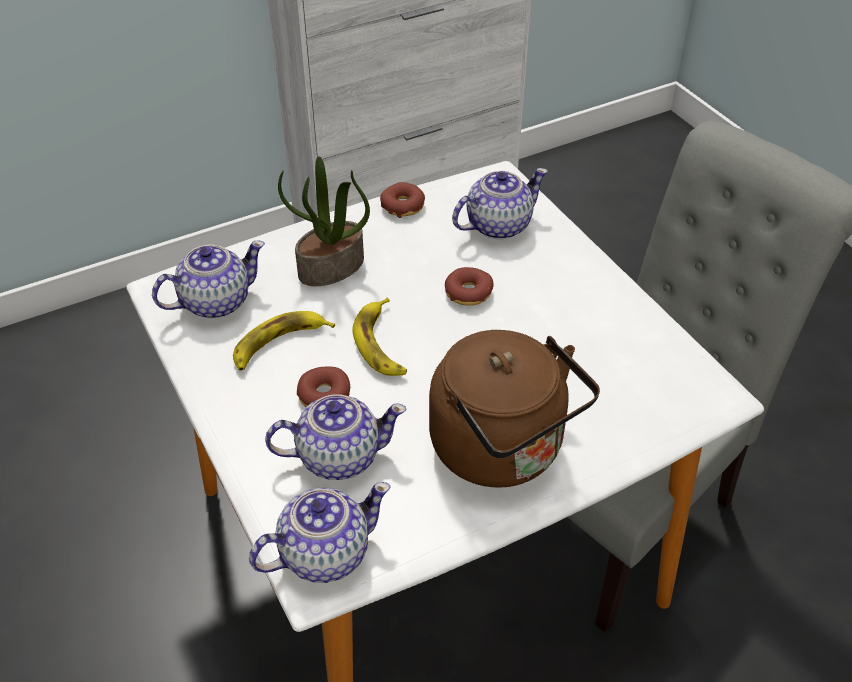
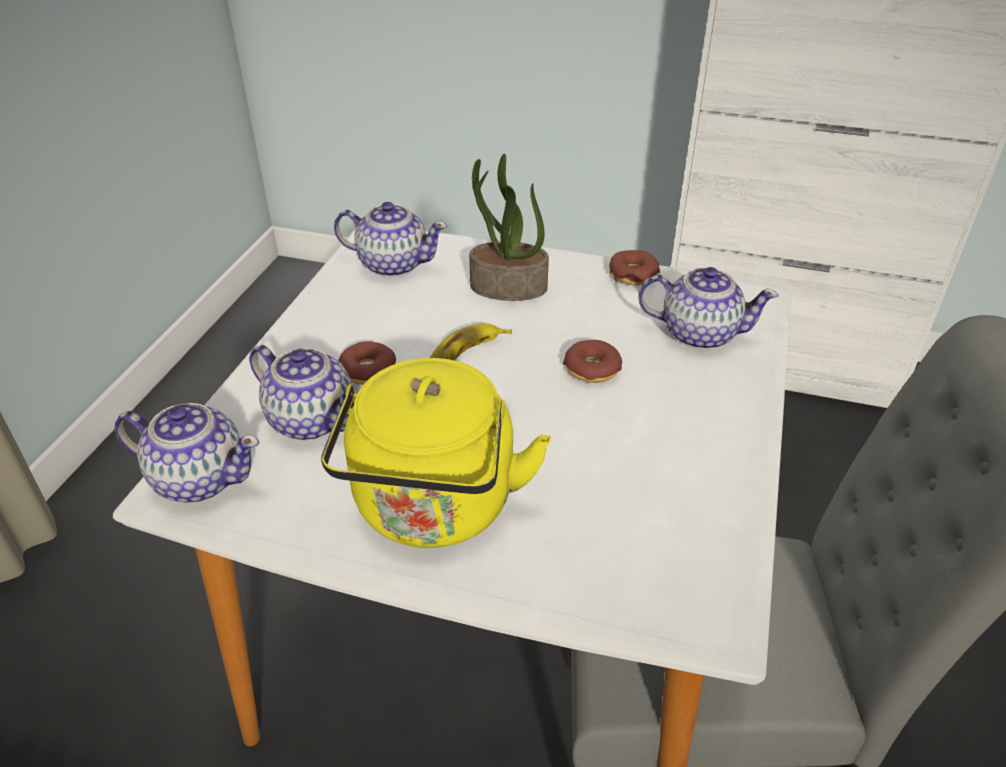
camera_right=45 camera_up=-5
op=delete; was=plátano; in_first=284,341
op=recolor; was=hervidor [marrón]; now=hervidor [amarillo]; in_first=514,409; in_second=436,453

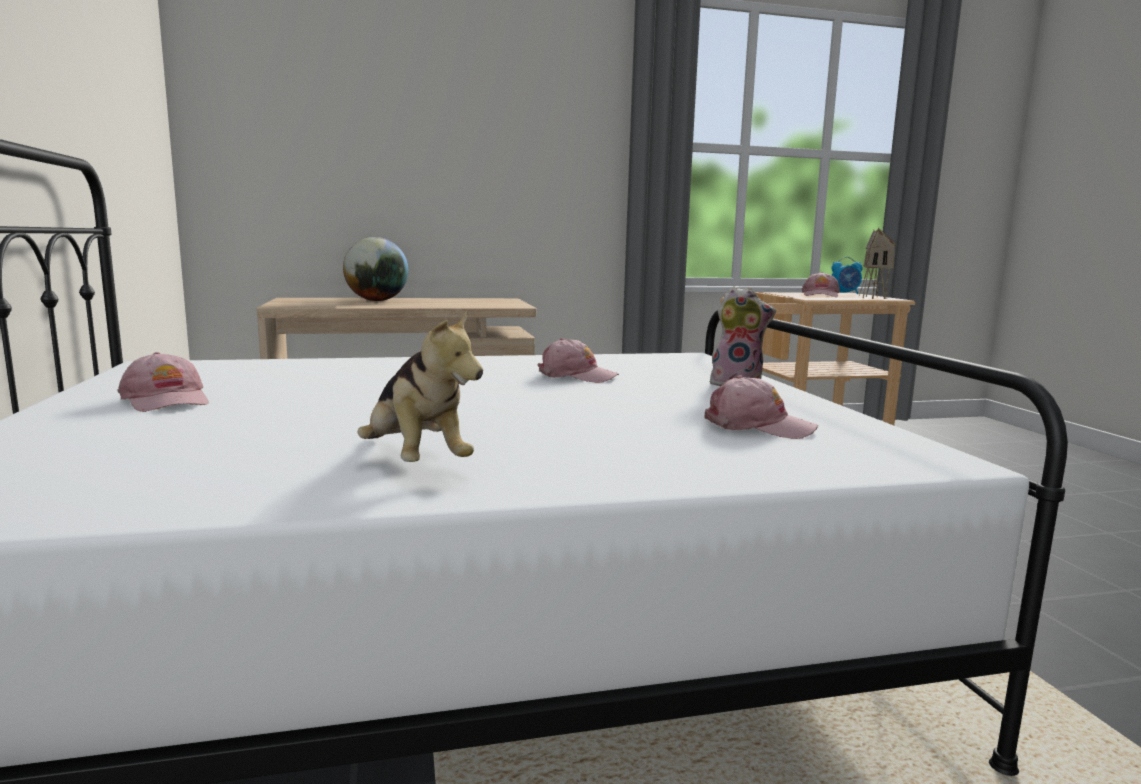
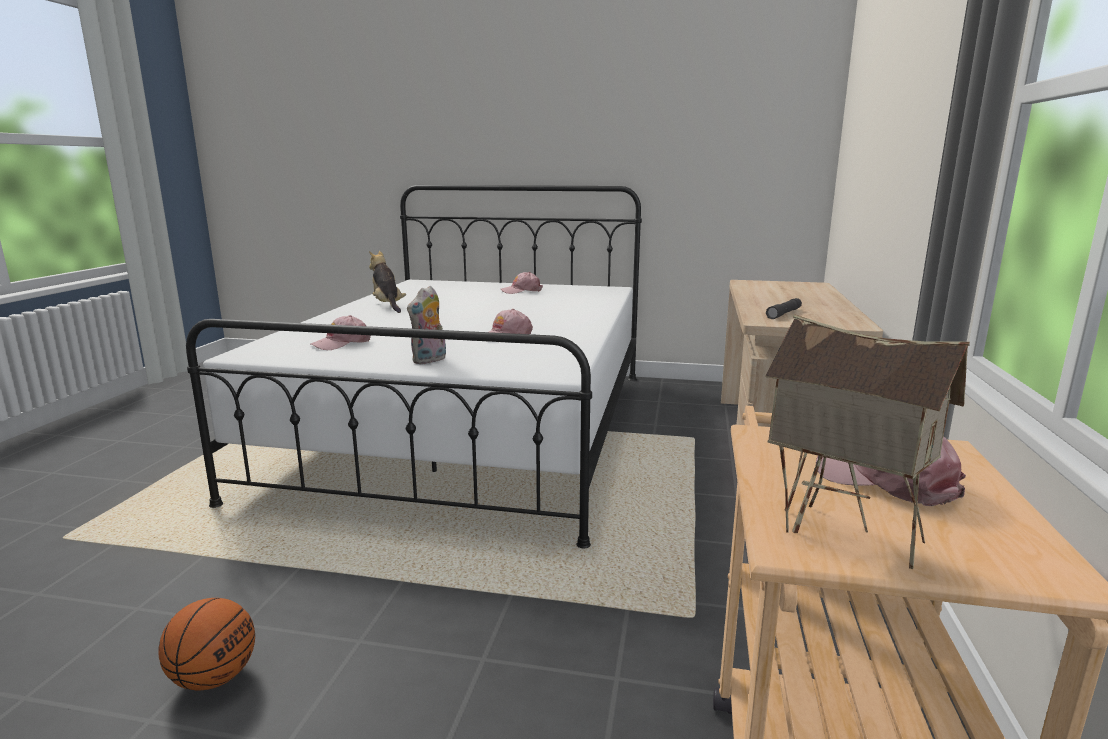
camera_right=115 camera_up=5
op=delete; was=globo terráqueo; in_first=375,269
op=delete; was=despertador; in_first=847,275
op=insert; now=balón de baloncesto; in_second=206,644
op=insert; now=linterna [gris]; in_second=784,308
op=rotate; was=peluche; in_first=420,386; in_second=387,282; clockwise=75

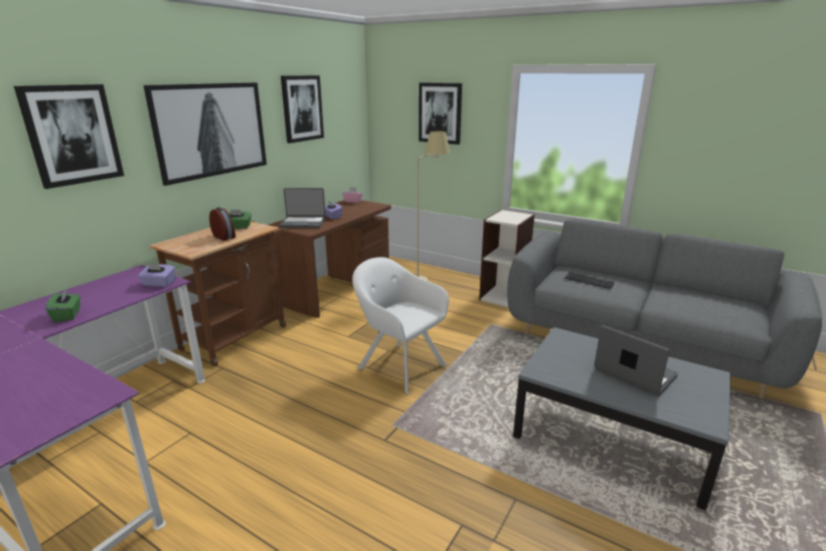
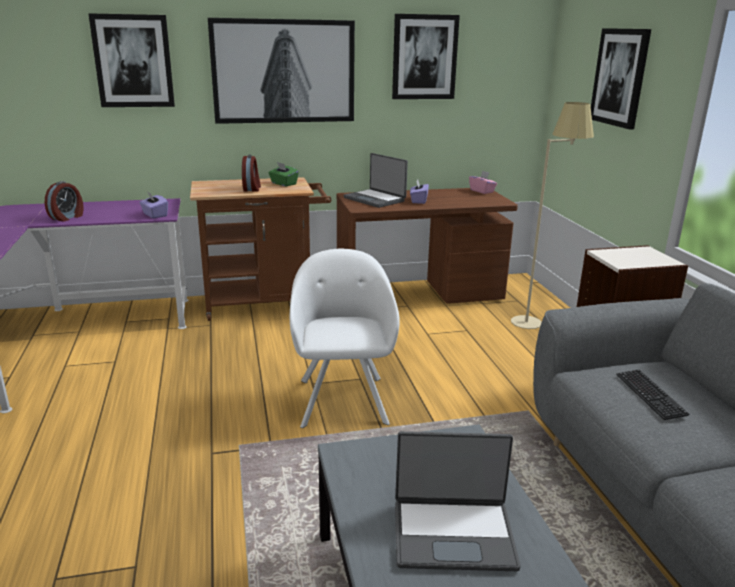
camera_right=45 camera_up=0
op=replace; was=caja de pañuelos [verde]; now=despertador; in_first=63,305; in_second=64,201
op=rotate; was=portátil; in_first=636,360; in_second=458,501; clockwise=90

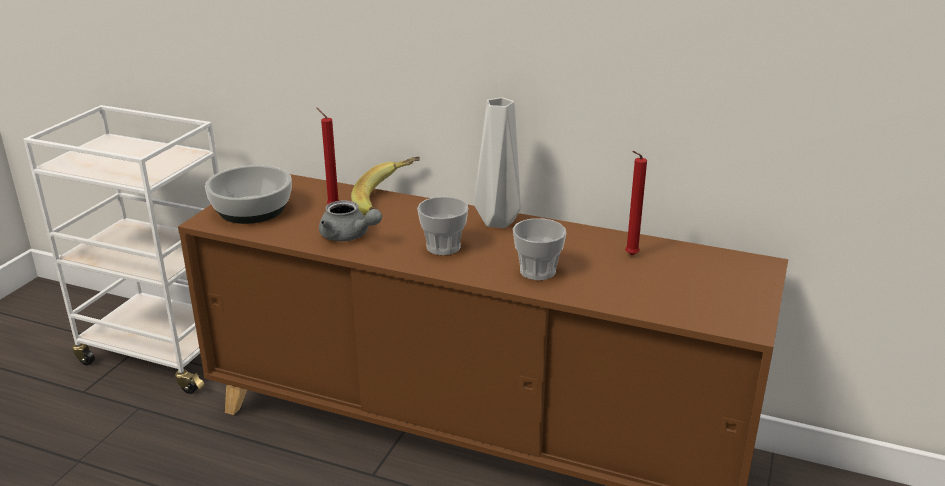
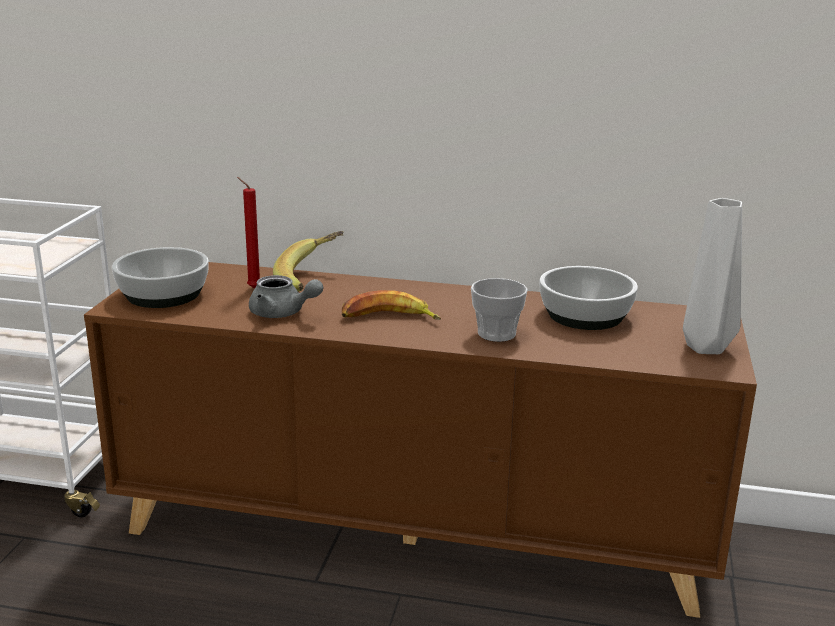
camera_right=-10 camera_up=-5
op=move; was=florero [gris]; in_first=497,163; in_second=712,276
op=replace; was=taza; now=plátano; in_first=443,226; in_second=391,305
op=replace; was=vela [rojo]; now=cuenco; in_first=636,203; in_second=588,298

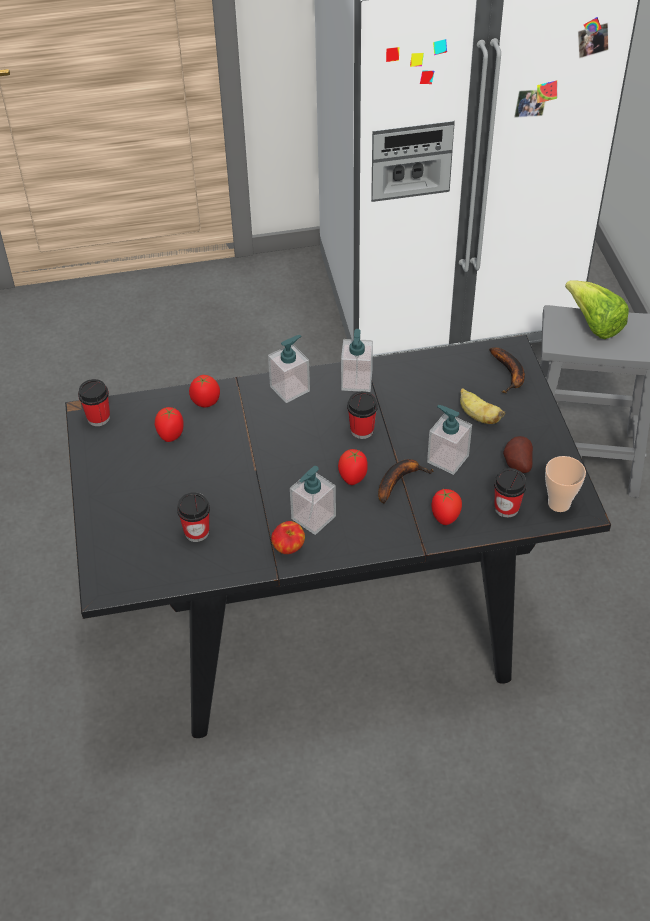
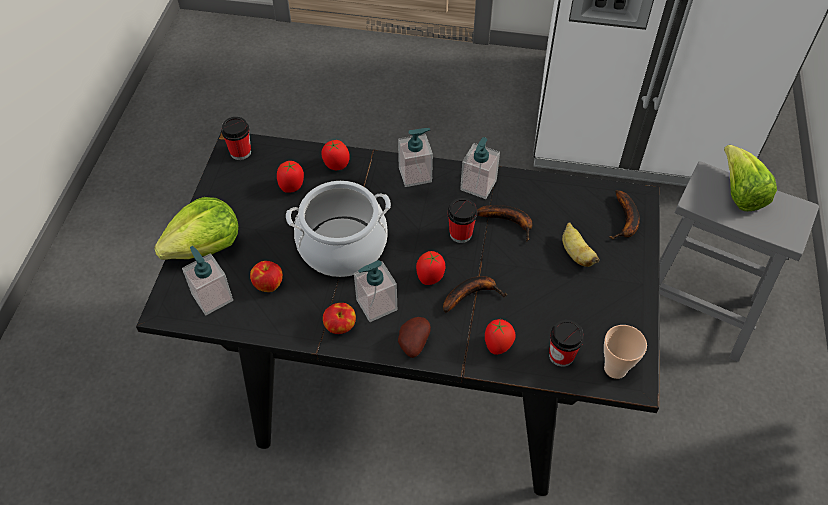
camera_right=20 camera_up=5
op=insert; now=lechuga; in_second=196,228
op=insert; now=olla; in_second=338,229
op=insert; now=plátano; in_second=505,223
op=move; was=dispensador de jabón; in_first=449,440; in_second=207,280
op=move; was=patata; in_first=518,454; in_second=414,337
op=replace; was=taza; now=manzana; in_first=193,517; in_second=266,276

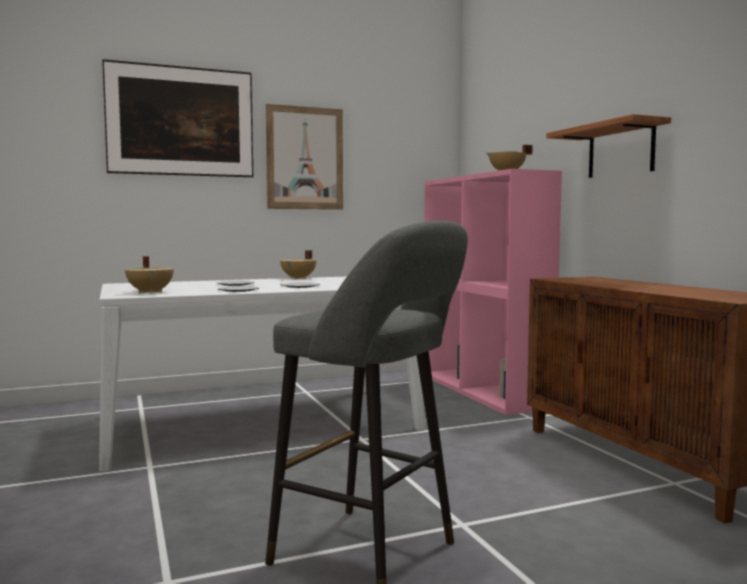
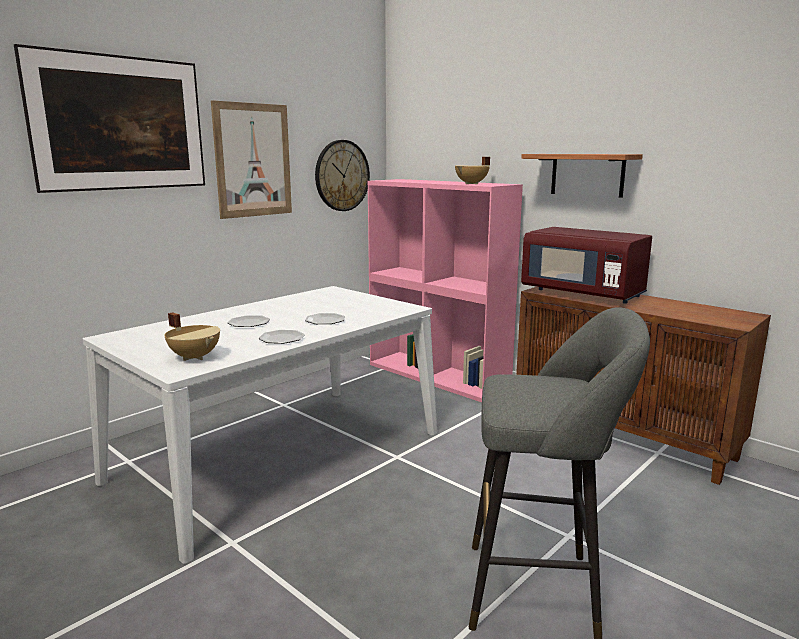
camera_right=-25 camera_up=10
op=delete; was=olla [beis]; in_first=298,264
op=insert; now=reloj de pared; in_second=342,175
op=insert; now=microondas [rojo]; in_second=586,265

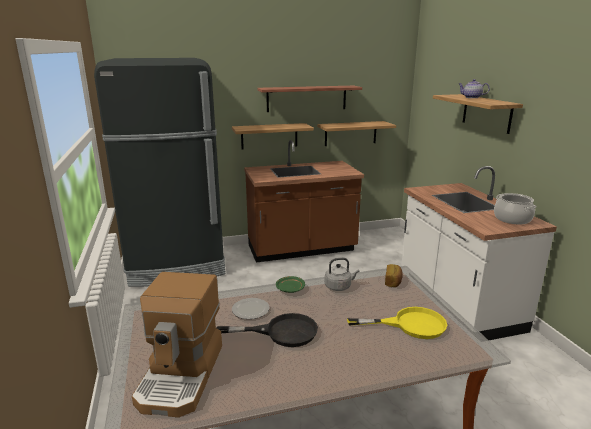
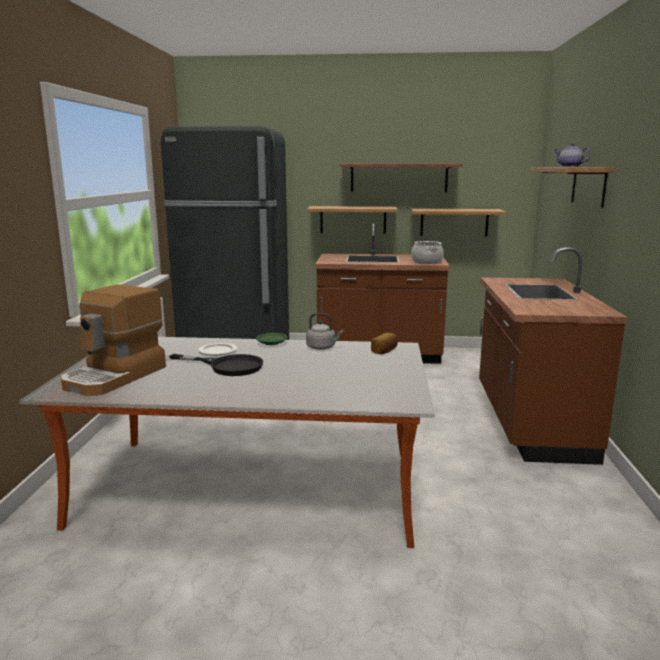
camera_right=20 camera_up=-5
op=delete; was=sartén [amarillo]; in_first=397,323
op=move; was=olla; in_first=515,208; in_second=427,252
op=recolor; was=mueble bajo de cocina [blanco]; now=mueble bajo de cocina [marrón]; in_first=479,253; in_second=553,356

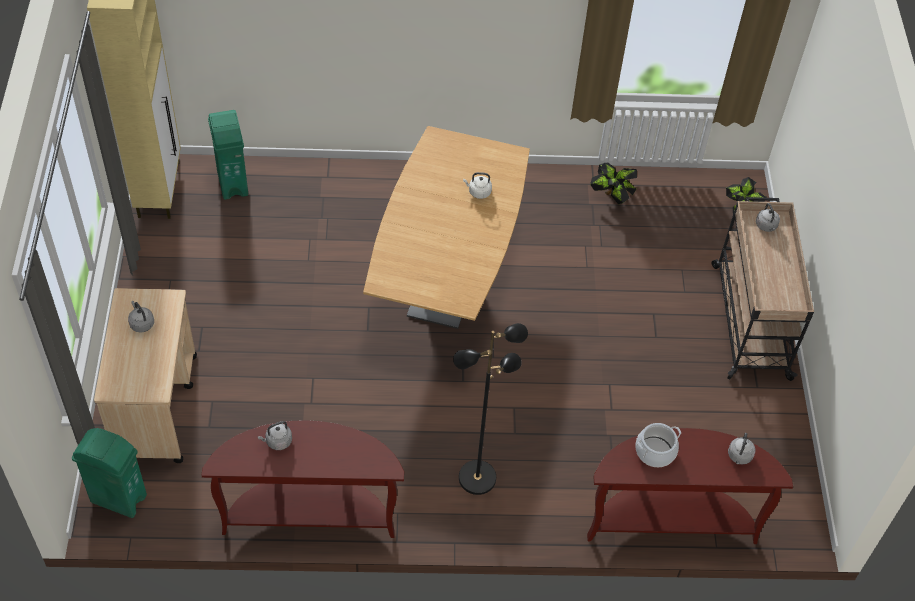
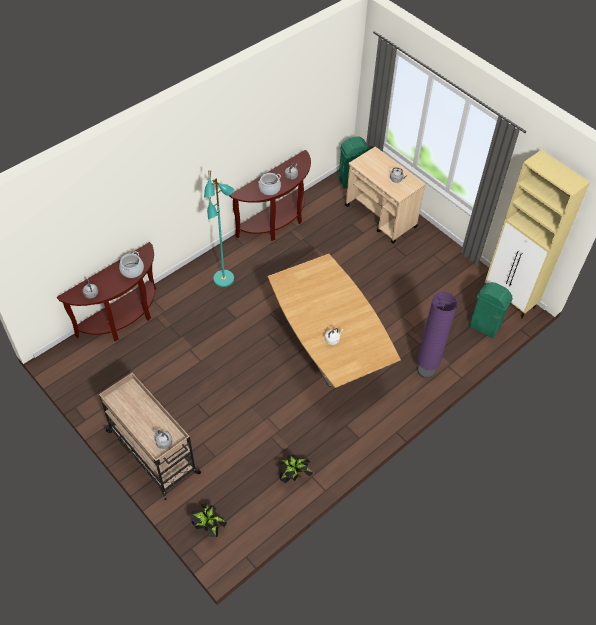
camera_right=140 camera_up=0
op=insert; now=olla; in_second=269,184
op=insert; now=lámpara de pie [morado]; in_second=437,335
op=recolor; was=lámpara de pie [negro]; now=lámpara de pie [turquesa]; in_first=490,409; in_second=219,228

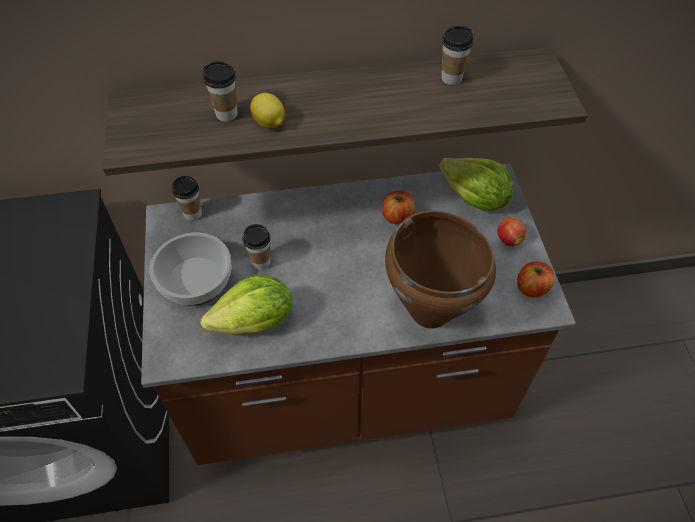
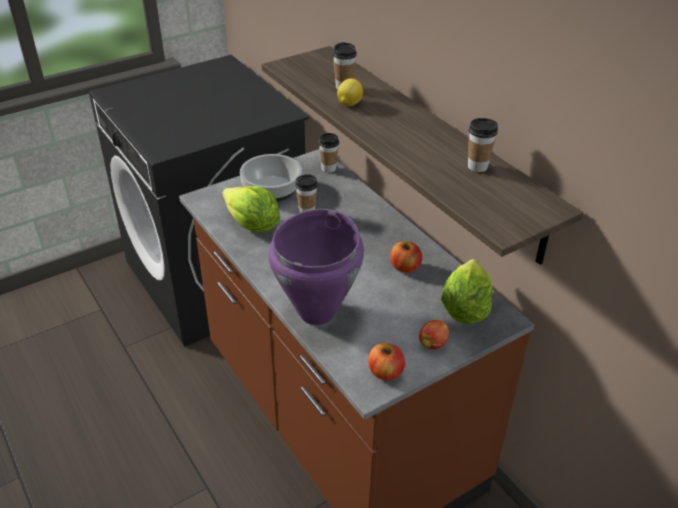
camera_right=65 camera_up=-15
op=recolor; was=olla [marrón]; now=olla [morado]; in_first=440,270; in_second=316,267

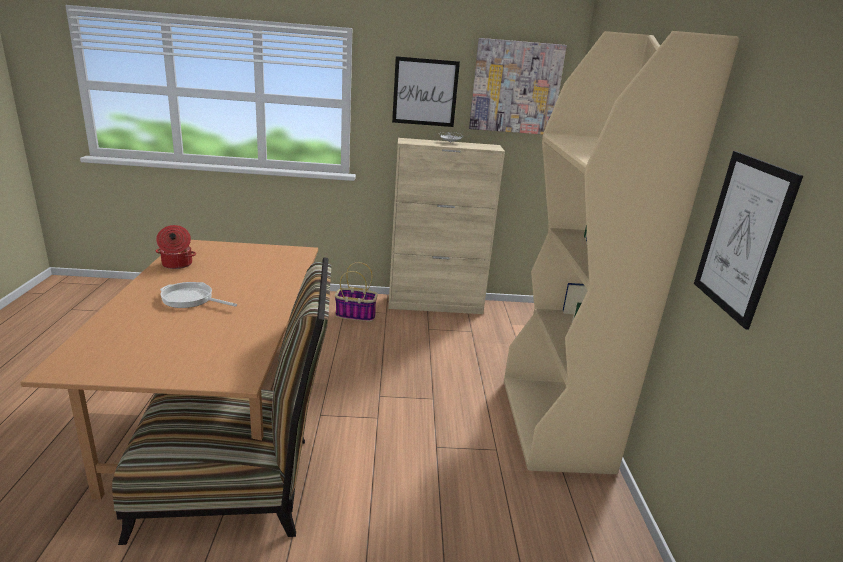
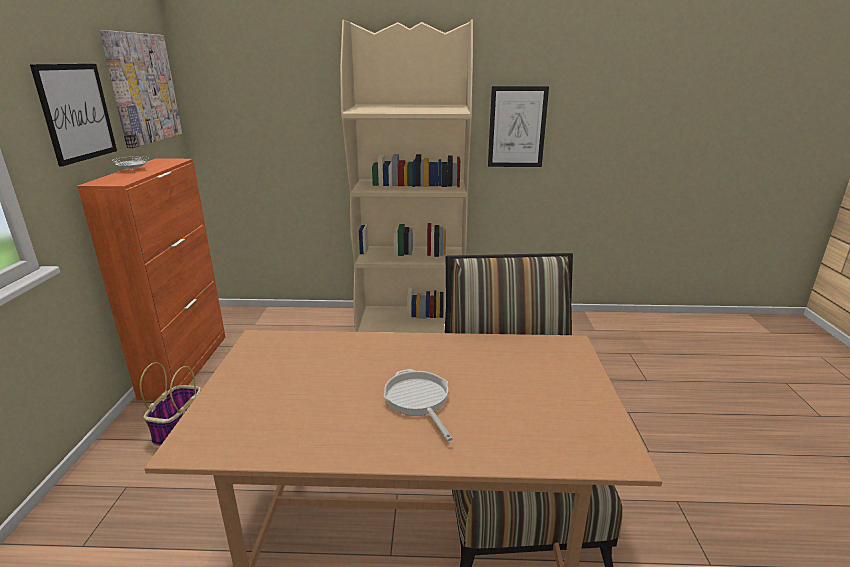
camera_right=-85 camera_up=0
op=delete; was=olla; in_first=176,247
op=recolor; was=armario [beis]; now=armario [naranja]; in_first=446,226; in_second=151,279
op=rotate; was=sartén; in_first=198,295; in_second=418,405; clockwise=135

